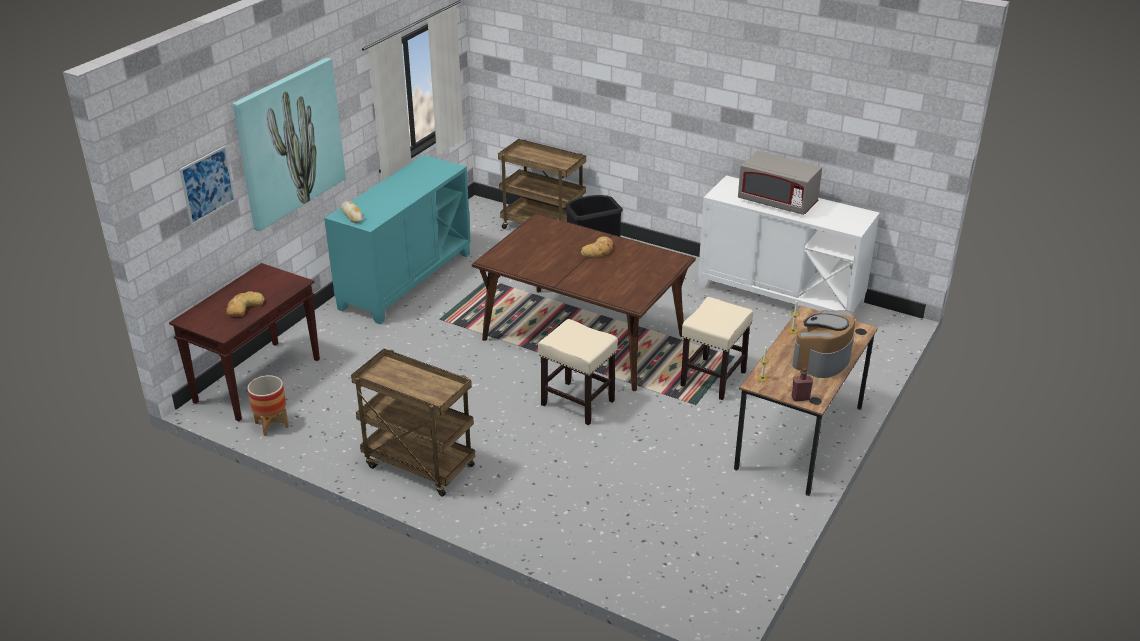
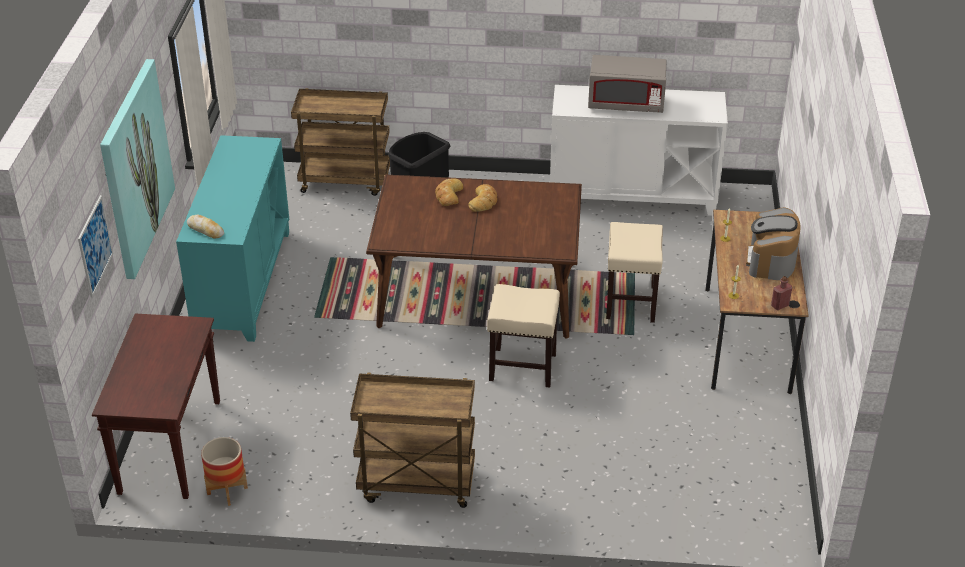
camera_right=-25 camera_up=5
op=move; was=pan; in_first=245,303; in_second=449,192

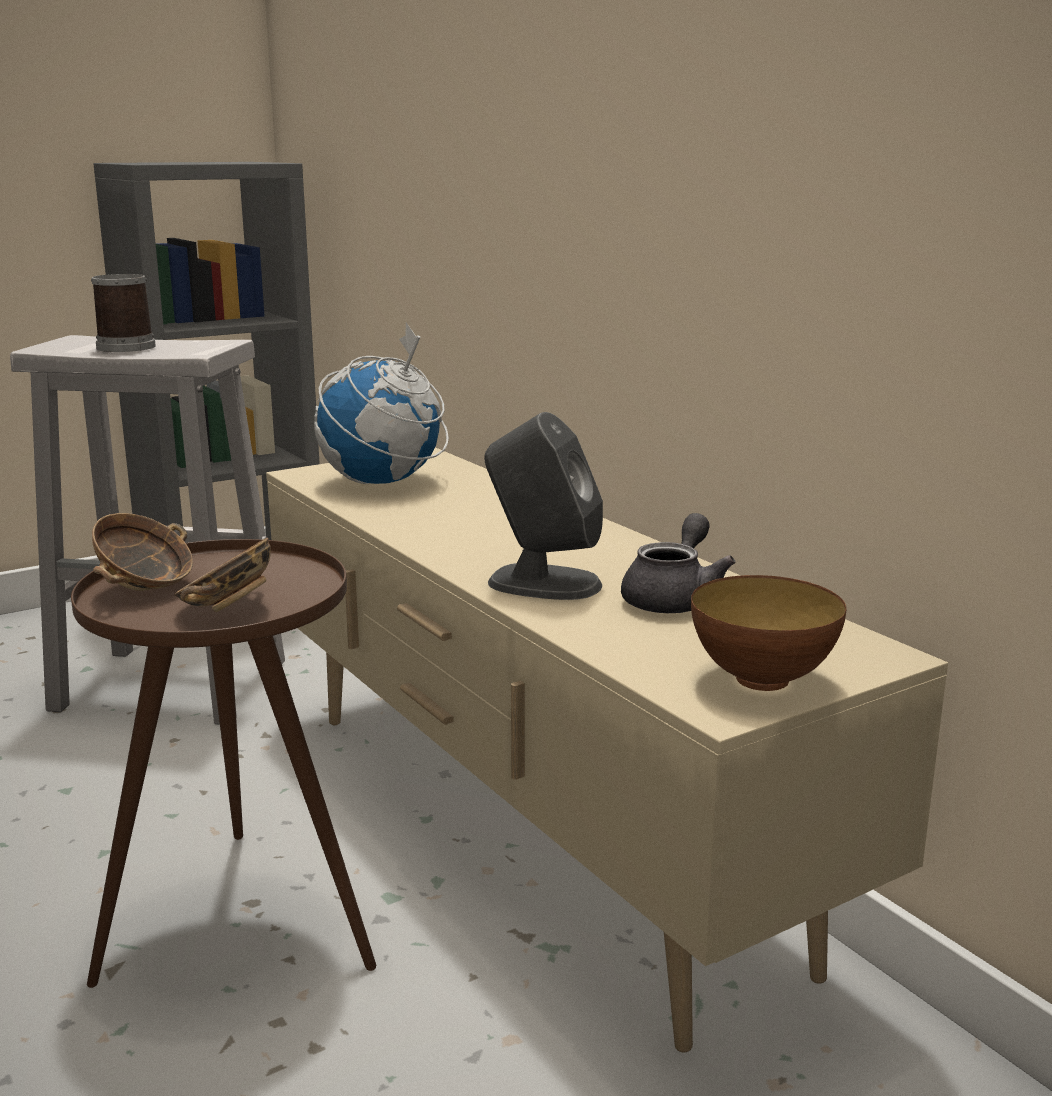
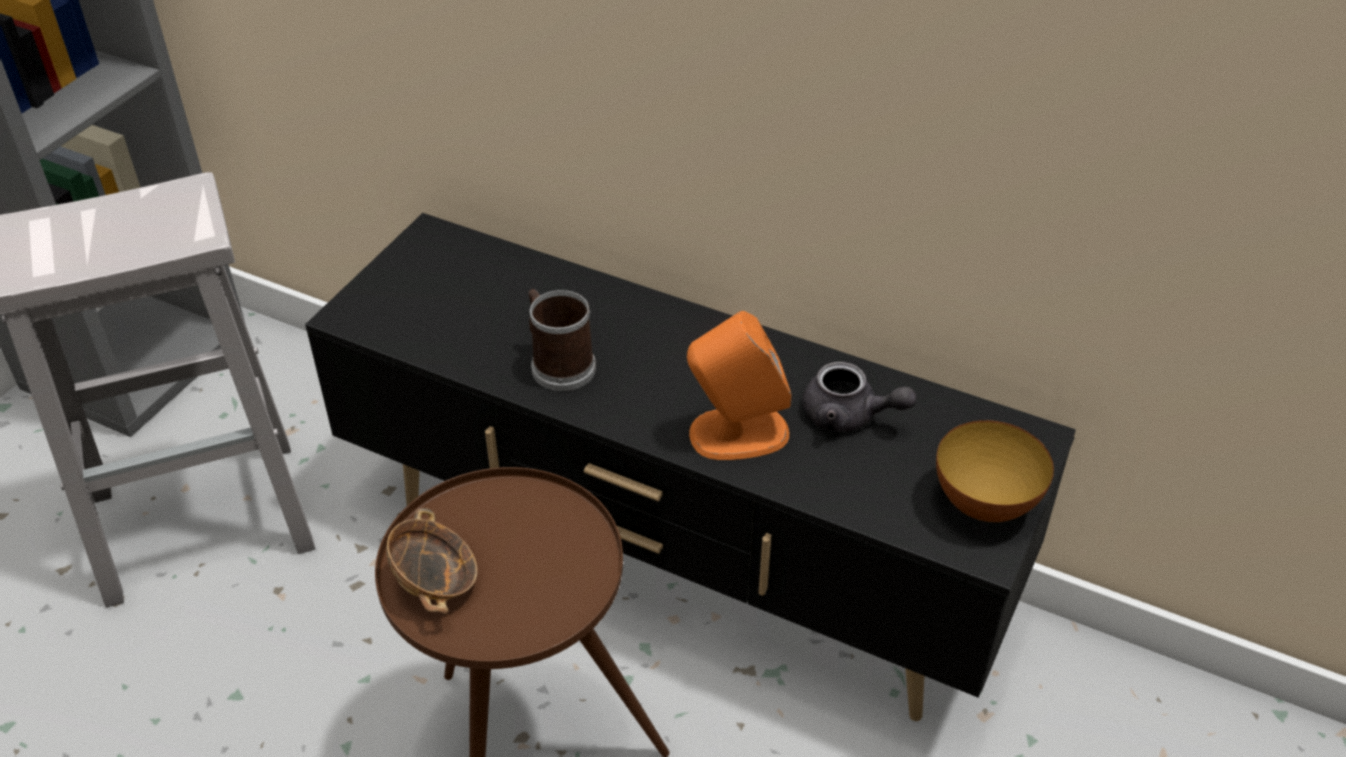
camera_right=-30 camera_up=25
op=delete; was=cuenco; in_first=222,575
op=delete; was=globo terráqueo; in_first=381,403
op=move; was=taza grande; in_first=123,313; in_second=562,340
op=recolor; was=mueble de televisión [beis]; now=mueble de televisión [negro]; in_first=607,749; in_second=690,467
op=recolor; was=altavoz [gris]; now=altavoz [naranja]; in_first=543,506; in_second=739,385
op=rotate; was=tetera [gris]; in_first=678,563; in_second=859,397; clockwise=120

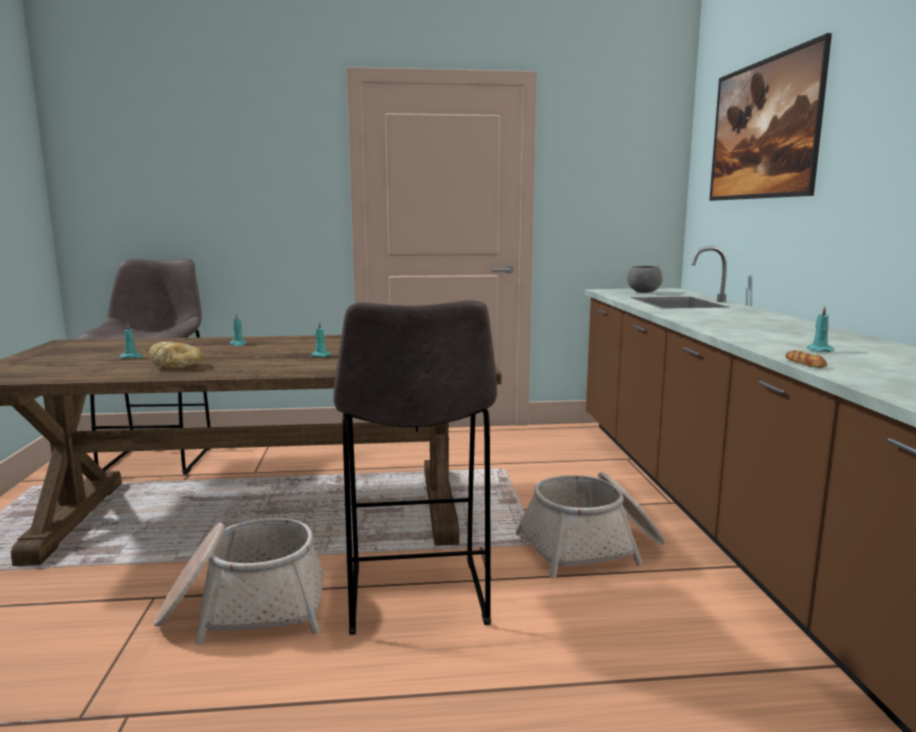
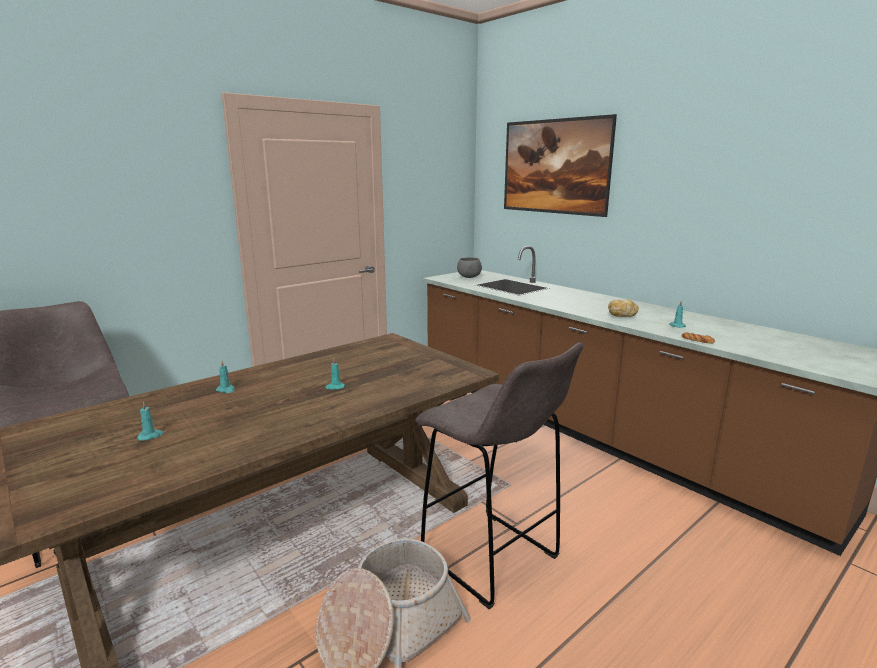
camera_right=-35 camera_up=5
op=delete; was=cesta; in_first=590,525
op=move; was=pan; in_first=175,355; in_second=623,308

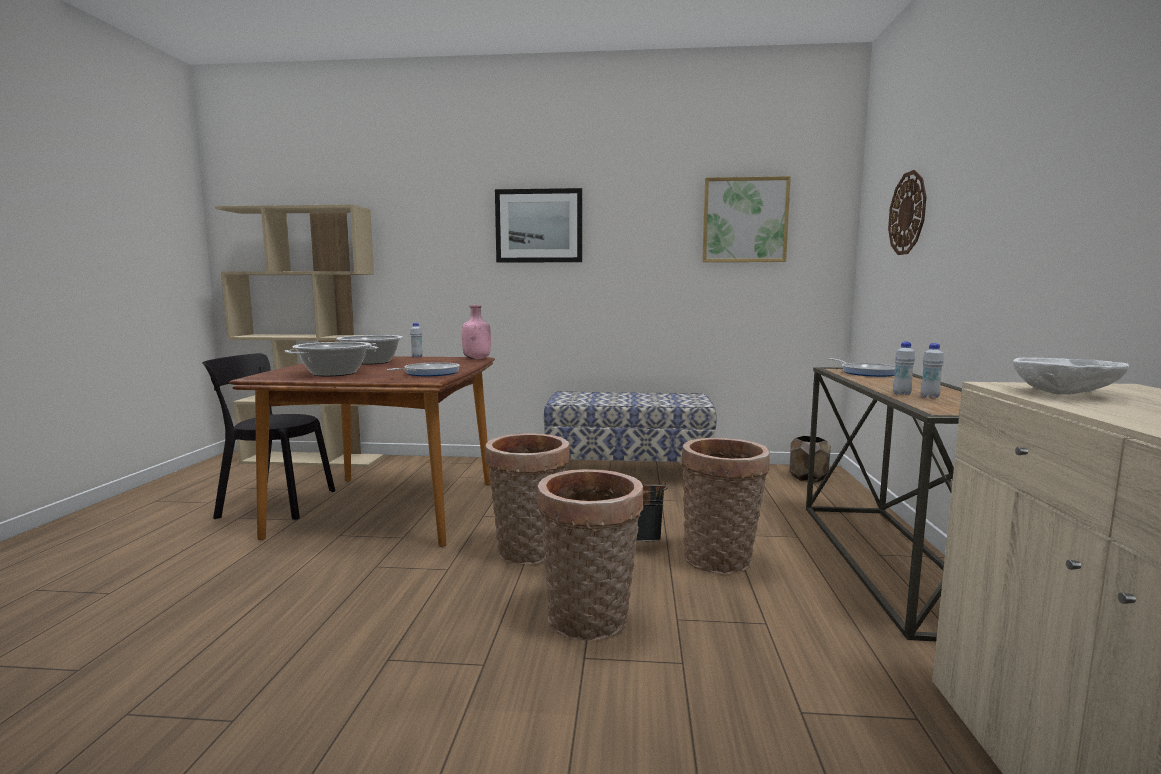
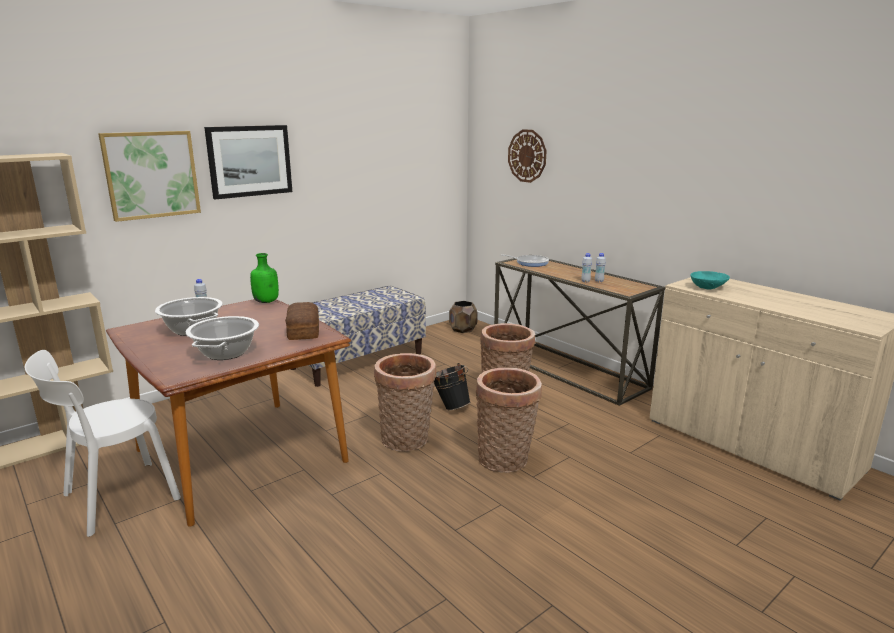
camera_right=-45 camera_up=10
op=move; was=cuadro; in_first=746,219; in_second=149,176
op=replace; was=sartén; now=pan; in_first=423,369; in_second=302,321
op=recolor; was=silla [negro]; now=silla [blanco]; in_first=268,436; in_second=103,443
op=recolor; was=botella [rosa]; now=botella [verde]; in_first=476,332; in_second=264,278
op=recolor; was=cuenco [blanco]; now=cuenco [turquesa]; in_first=1071,376; in_second=710,280

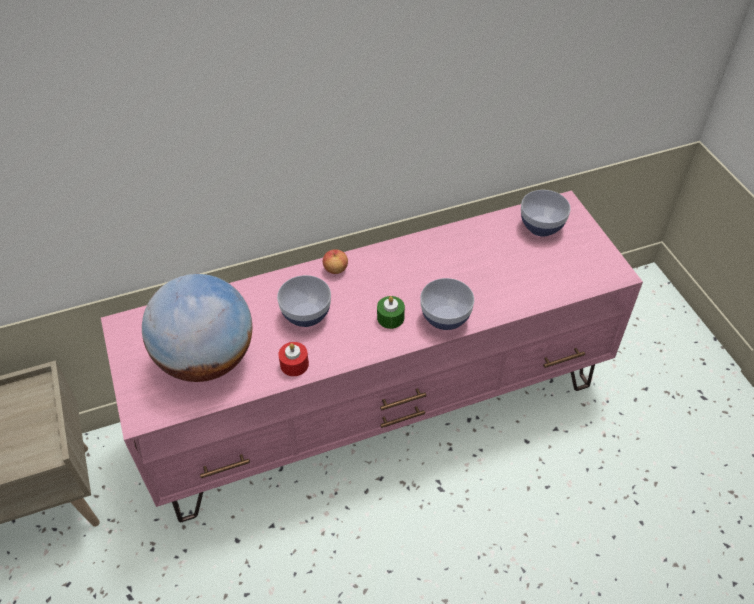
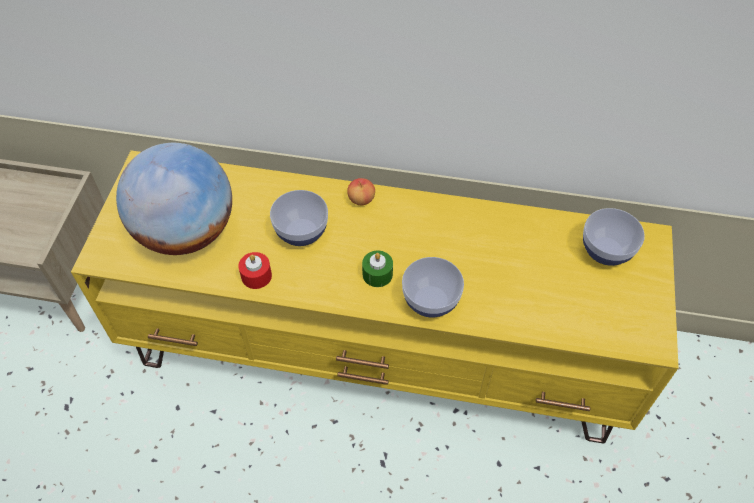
camera_right=30 camera_up=5
op=recolor; was=mueble de televisión [rosa]; now=mueble de televisión [amarillo]; in_first=372,356; in_second=375,297

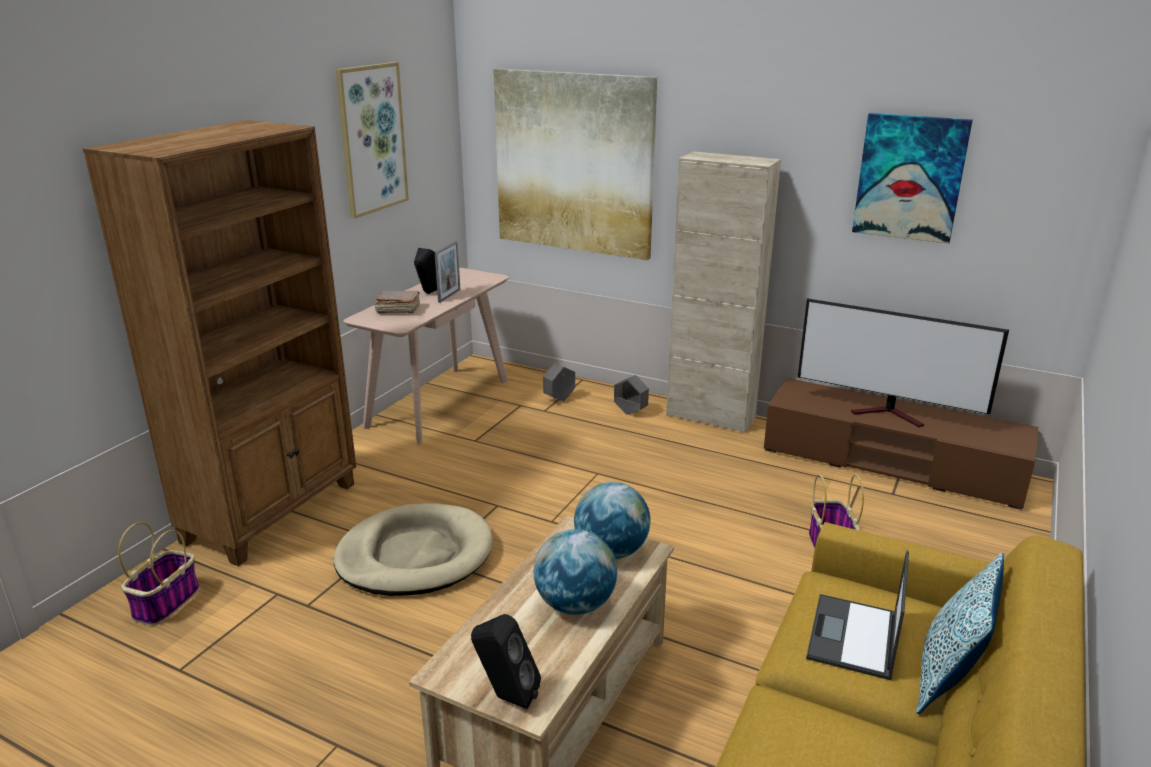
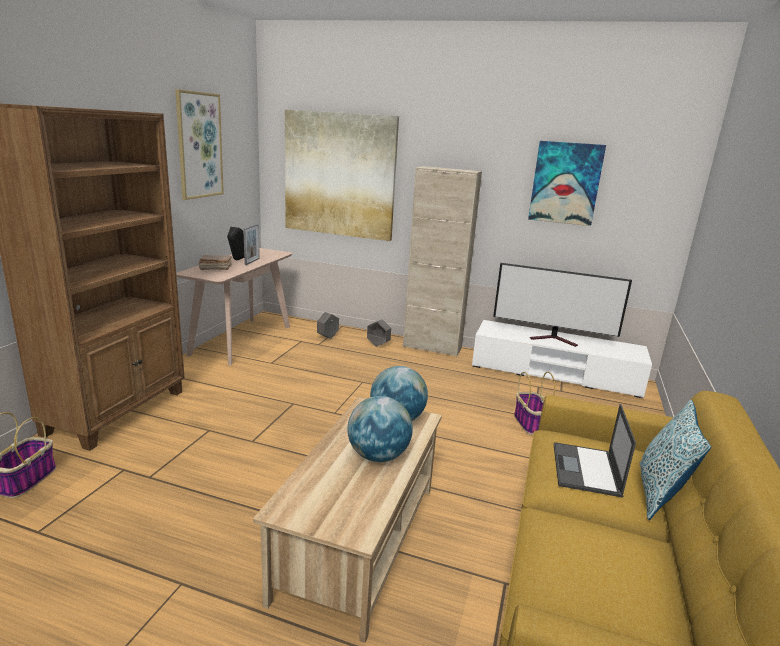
camera_right=-10 camera_up=-5
op=delete; was=cama para perro [beis]; in_first=413,549
op=delete; was=altavoz [negro]; in_first=506,661
op=recolor; was=mueble de televisión [marrón]; now=mueble de televisión [blanco]; in_first=901,444; in_second=562,359

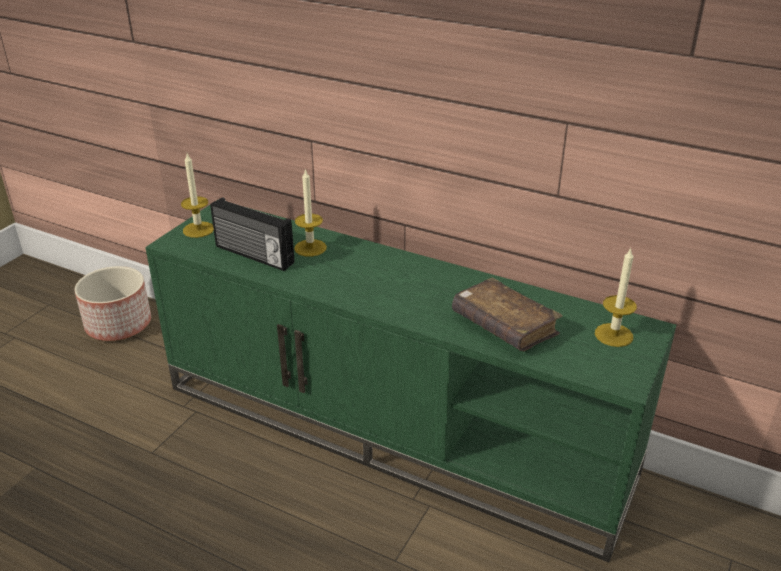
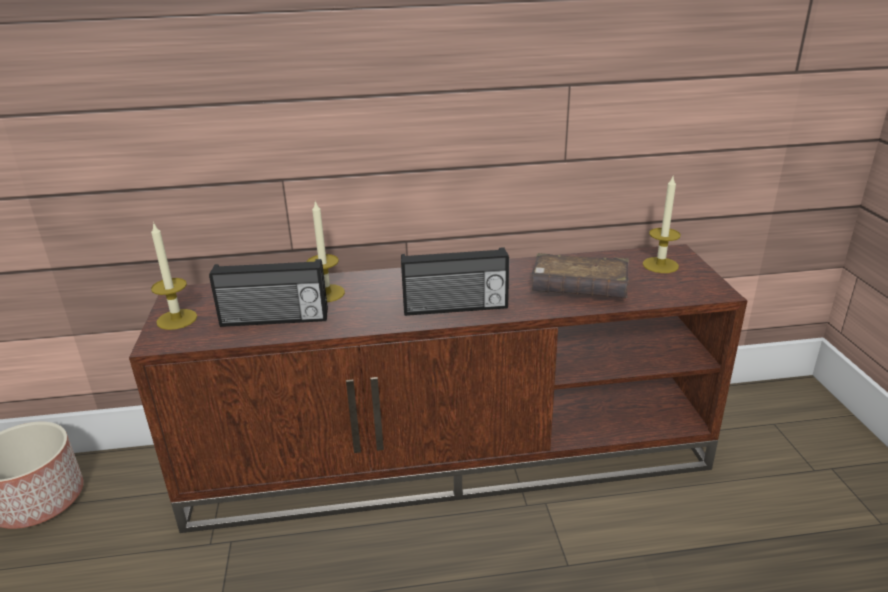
camera_right=-35 camera_up=-5
op=insert; now=radio; in_second=455,281
op=recolor; was=mueble de televisión [verde]; now=mueble de televisión [marrón]; in_first=411,381; in_second=438,388

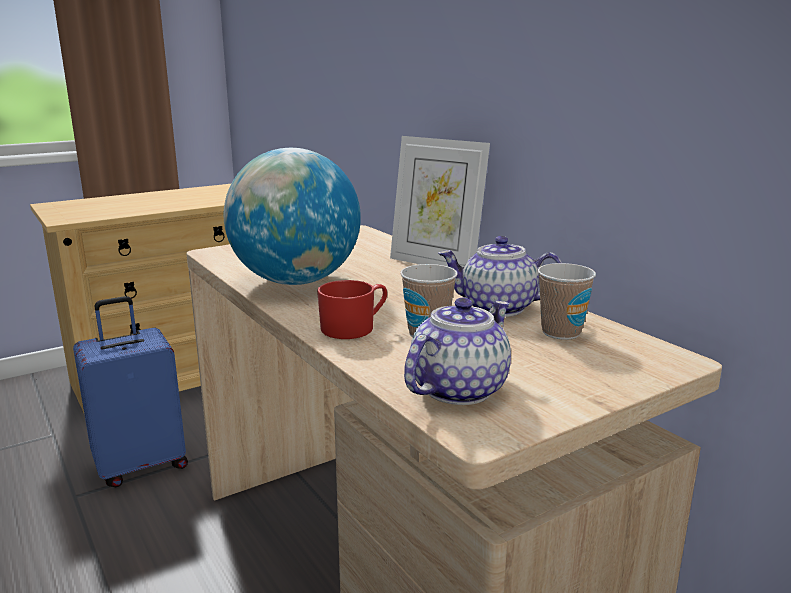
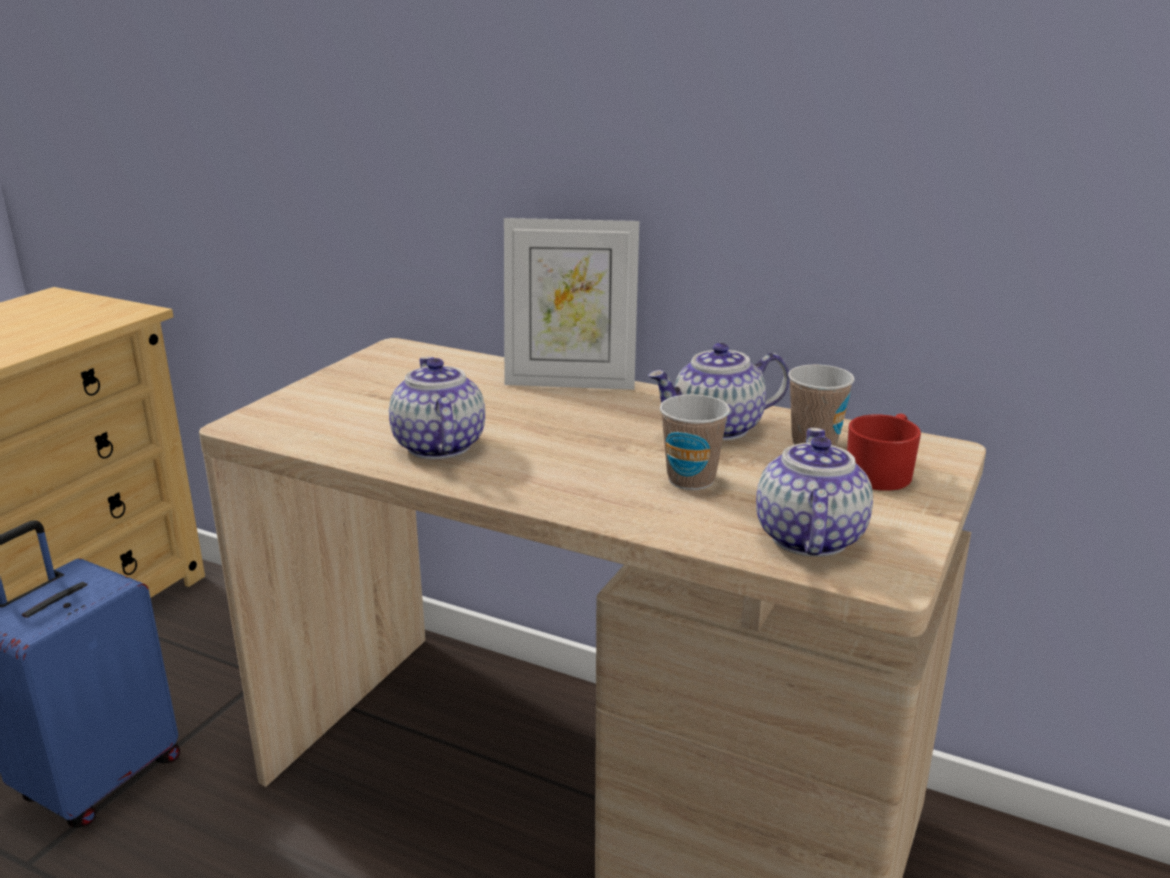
camera_right=-30 camera_up=5
op=move; was=taza grande [rojo]; in_first=352,309; in_second=884,452
op=replace; was=globo terráqueo; now=tetera; in_first=292,216; in_second=437,408

